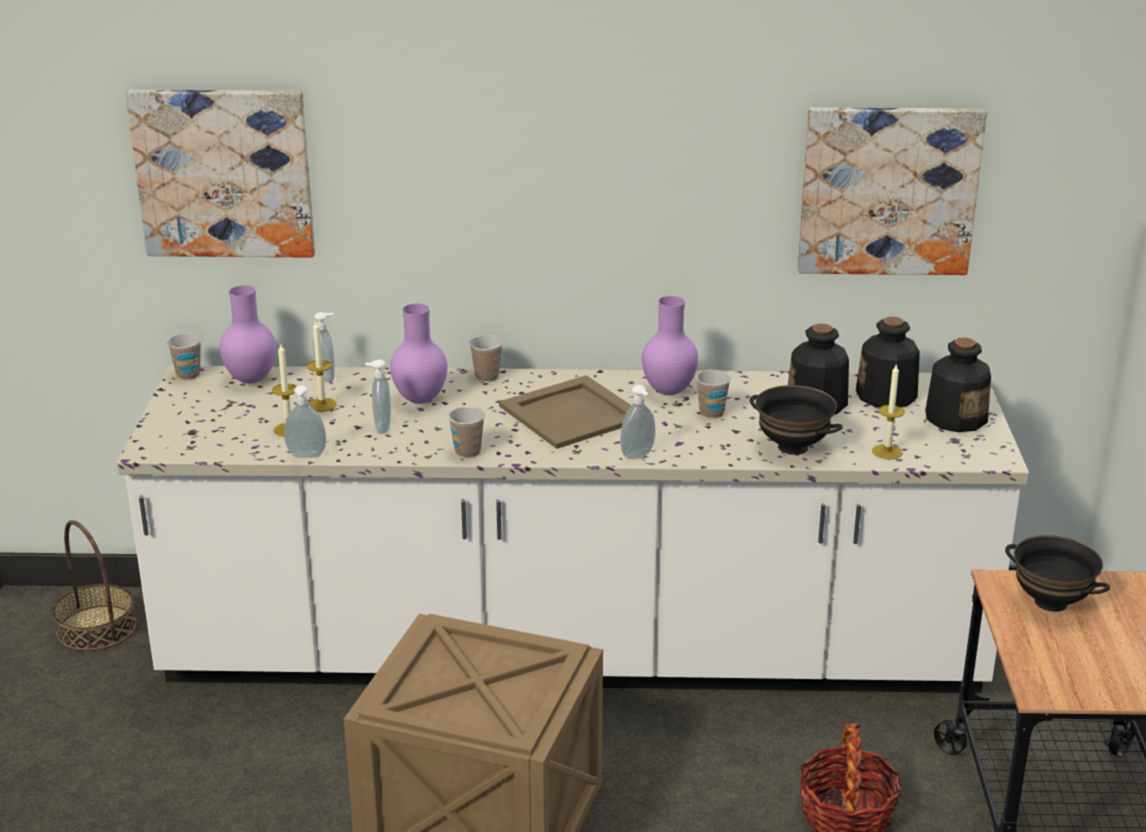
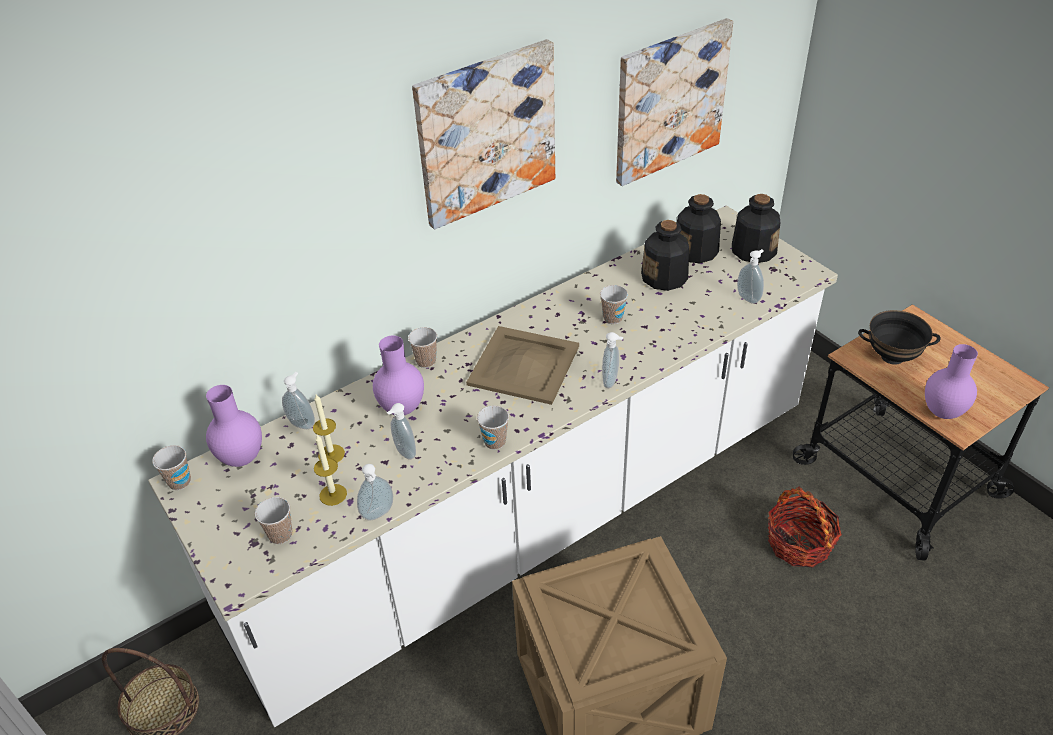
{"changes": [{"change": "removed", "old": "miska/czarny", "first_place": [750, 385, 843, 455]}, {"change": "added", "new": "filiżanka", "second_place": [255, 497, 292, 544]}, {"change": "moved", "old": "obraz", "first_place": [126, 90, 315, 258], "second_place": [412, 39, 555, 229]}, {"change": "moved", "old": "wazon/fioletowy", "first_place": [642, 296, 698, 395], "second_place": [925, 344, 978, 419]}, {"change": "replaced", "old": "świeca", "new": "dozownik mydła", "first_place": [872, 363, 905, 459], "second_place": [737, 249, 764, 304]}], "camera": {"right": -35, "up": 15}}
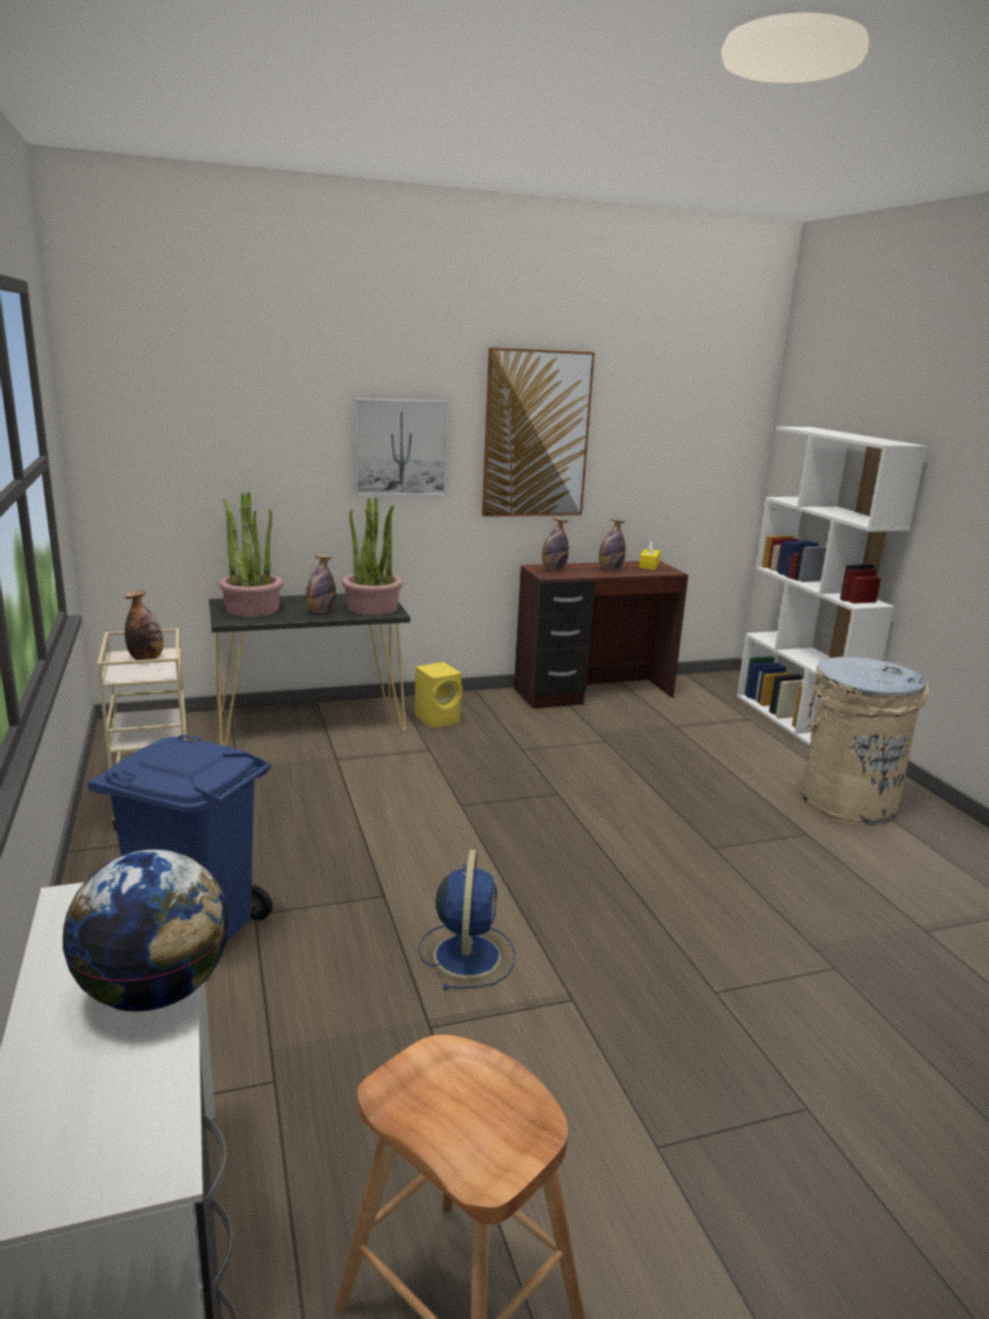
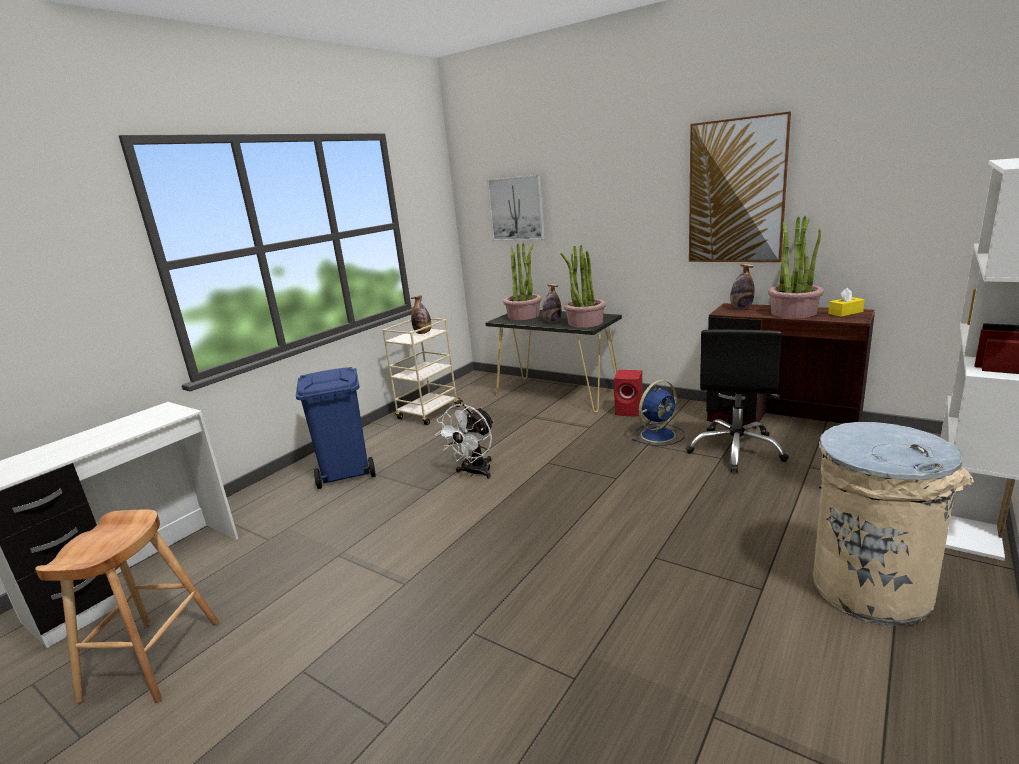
{"changes": [{"change": "removed", "old": "globus", "first_place": [62, 849, 230, 1012]}, {"change": "added", "new": "wentylator/biały", "second_place": [436, 404, 494, 479]}, {"change": "added", "new": "krzesło biurowe/czarny", "second_place": [686, 330, 789, 473]}, {"change": "moved", "old": "obraz", "first_place": [354, 398, 449, 496], "second_place": [487, 175, 545, 241]}, {"change": "moved", "old": "wentylator/niebieski", "first_place": [419, 850, 515, 990], "second_place": [632, 380, 685, 446]}, {"change": "replaced", "old": "butelka", "new": "roślina doniczkowa", "first_place": [599, 519, 626, 570], "second_place": [768, 216, 824, 318]}, {"change": "recoloured", "old": "głośnik/żółty", "new": "głośnik/czerwony", "first_place": [415, 662, 462, 728], "second_place": [614, 370, 643, 416]}], "camera": {"right": 55, "up": 0}}
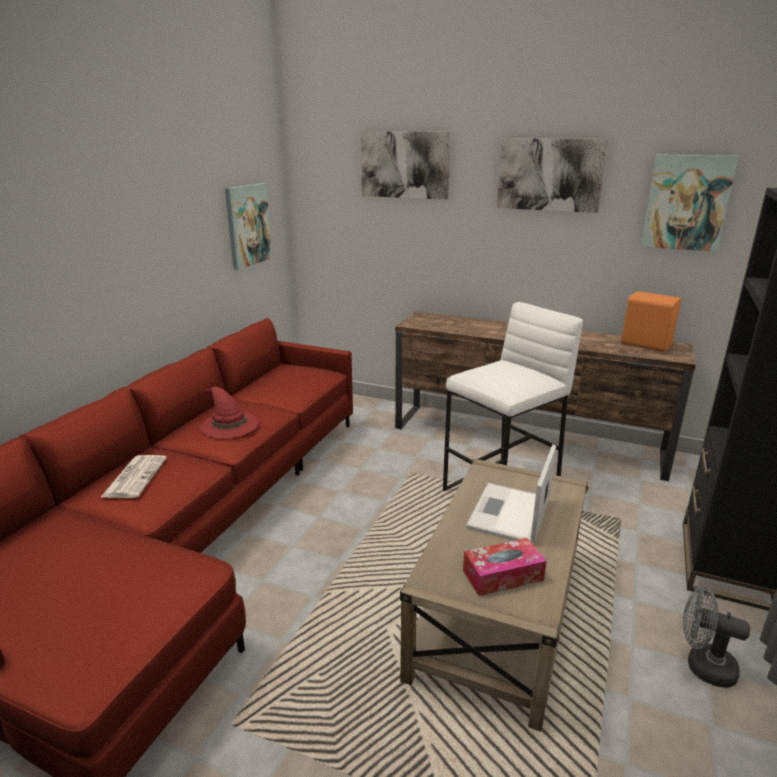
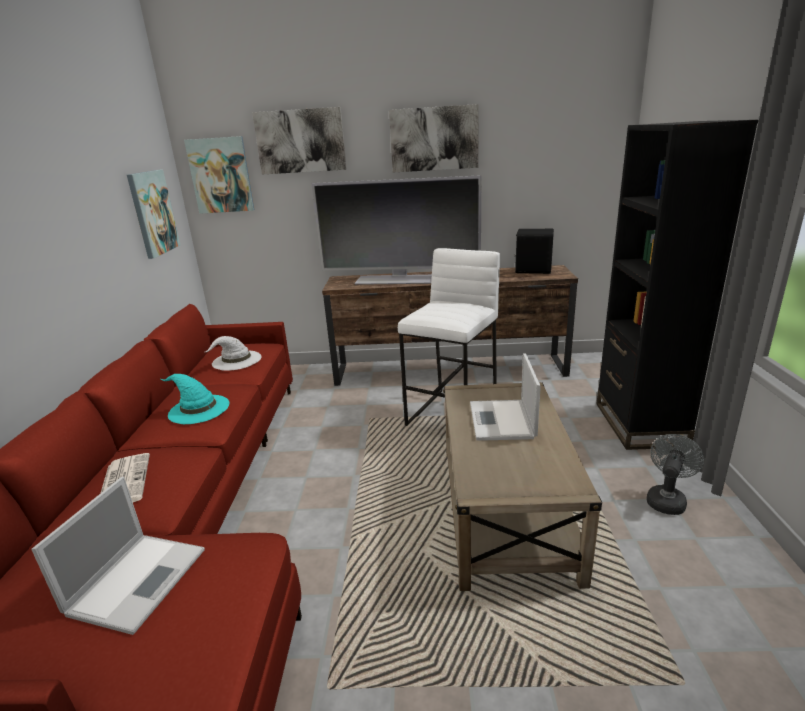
{"changes": [{"change": "removed", "old": "pudełko chusteczek", "first_place": [463, 538, 547, 596]}, {"change": "added", "new": "laptop", "second_place": [31, 477, 205, 635]}, {"change": "added", "new": "kapelusz/biały", "second_place": [205, 336, 262, 371]}, {"change": "added", "new": "telewizor", "second_place": [311, 175, 481, 285]}, {"change": "moved", "old": "obraz", "first_place": [640, 154, 739, 252], "second_place": [184, 136, 255, 214]}, {"change": "recoloured", "old": "kapelusz/czerwony", "new": "kapelusz/turkusowy", "first_place": [200, 387, 259, 438], "second_place": [161, 374, 229, 424]}, {"change": "recoloured", "old": "głośnik/pomarańczowy", "new": "głośnik/czarny", "first_place": [621, 291, 681, 352], "second_place": [514, 229, 554, 274]}, {"change": "turned", "old": "wentylator/szary", "first_place": [683, 586, 750, 688], "second_place": [646, 434, 704, 515], "degrees": 120}], "camera": {"right": -20, "up": 0}}
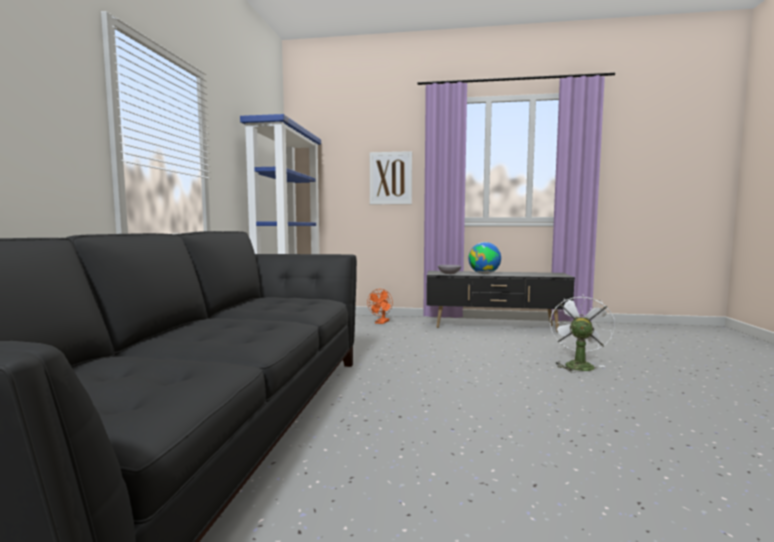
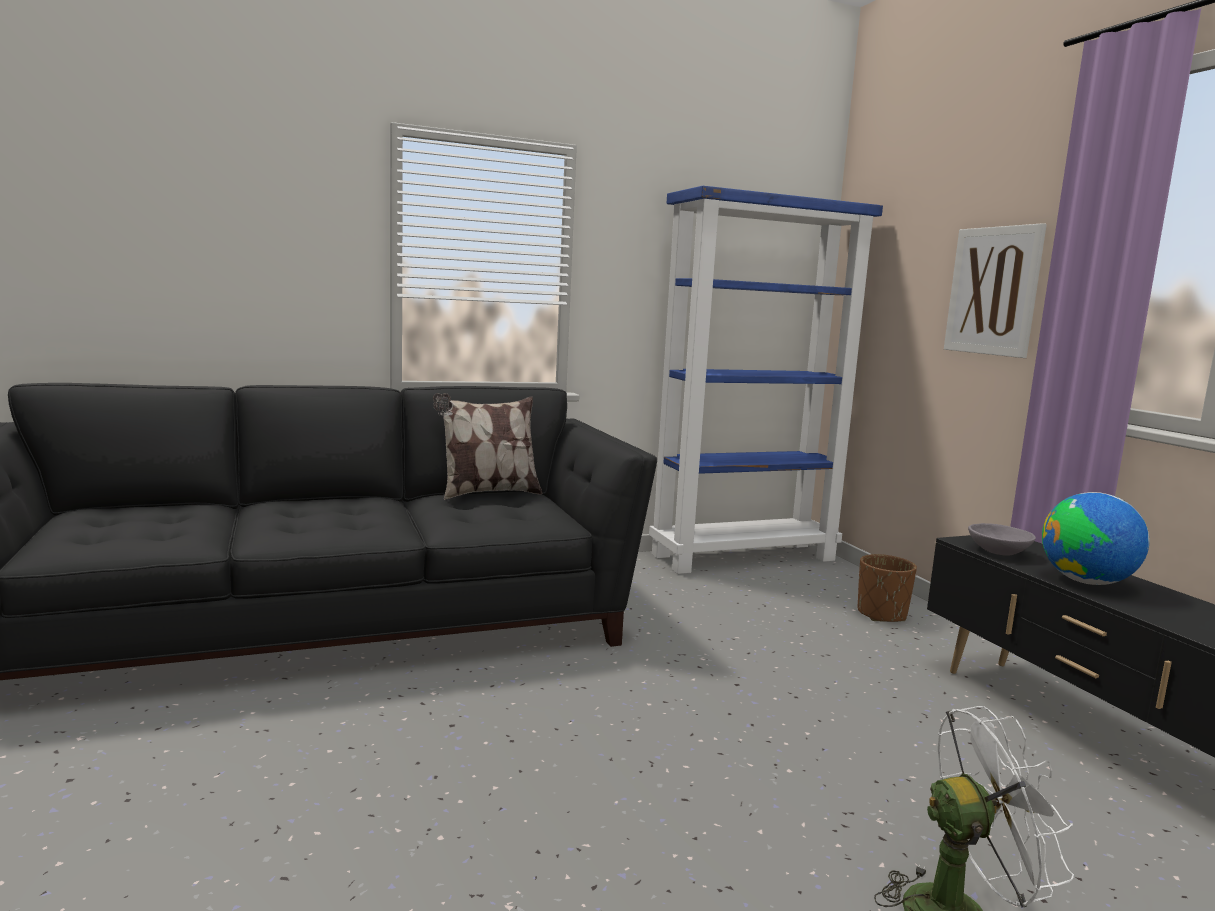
{"changes": [{"change": "added", "new": "poduszka", "second_place": [433, 393, 542, 500]}, {"change": "replaced", "old": "wentylator/pomarańczowy", "new": "donica/brązowy", "first_place": [367, 289, 393, 324], "second_place": [858, 554, 917, 622]}], "camera": {"right": 60, "up": 5}}
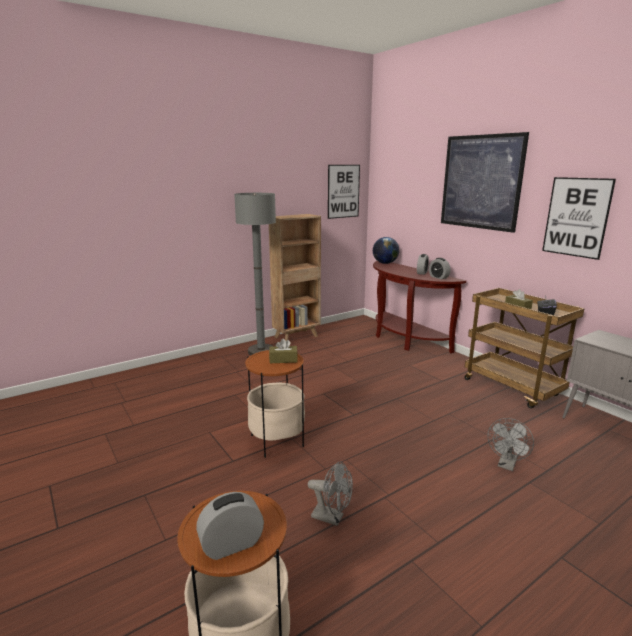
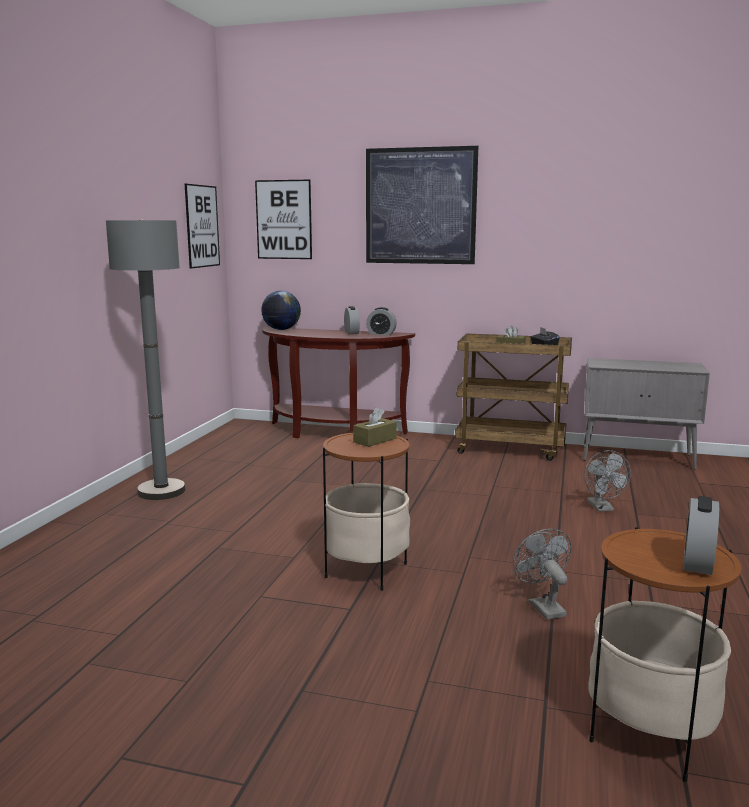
{"changes": [{"change": "removed", "old": "regał/brązowy", "first_place": [269, 214, 321, 341]}, {"change": "moved", "old": "obraz", "first_place": [542, 177, 616, 260], "second_place": [255, 180, 312, 259]}, {"change": "turned", "old": "wentylator/szary", "first_place": [308, 461, 353, 526], "second_place": [513, 529, 572, 620], "degrees": -90}], "camera": {"right": -40, "up": -5}}
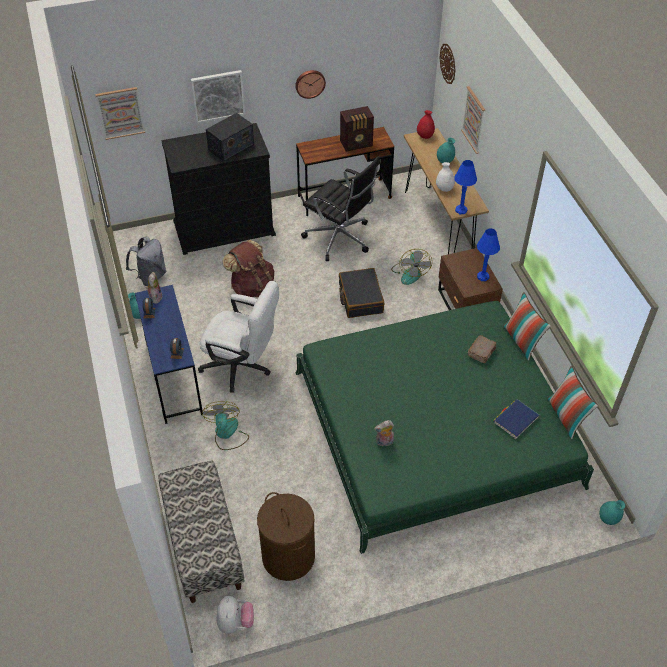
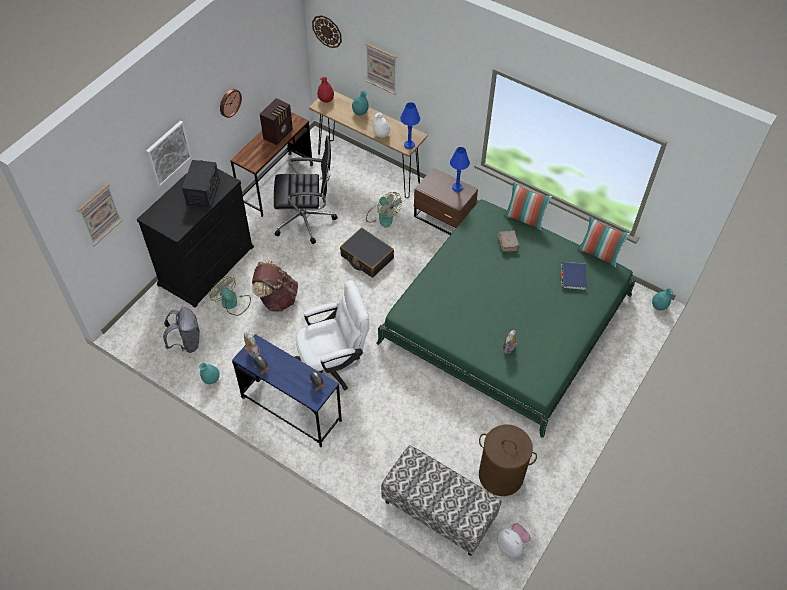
{"changes": [{"change": "moved", "old": "wentylator", "first_place": [202, 401, 249, 450], "second_place": [209, 276, 251, 316]}], "camera": {"right": -40, "up": 5}}
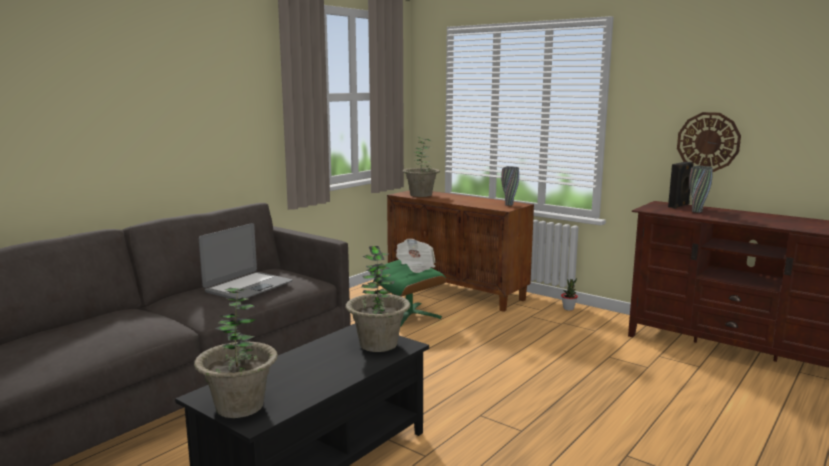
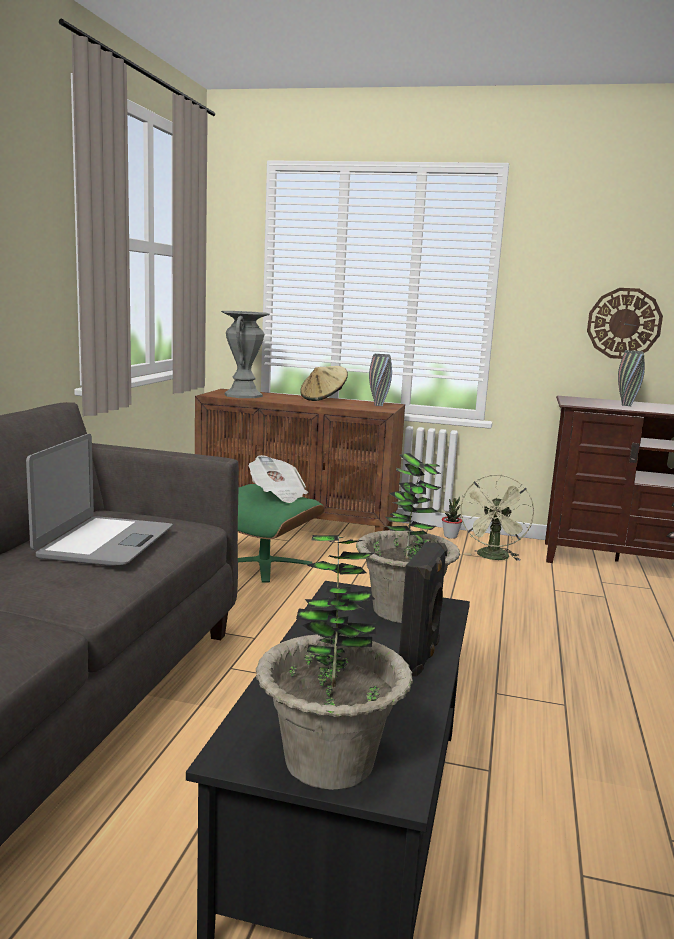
{"changes": [{"change": "added", "new": "kapelusz/beżowy", "second_place": [300, 366, 348, 401]}, {"change": "added", "new": "wentylator/zielony", "second_place": [460, 474, 534, 561]}, {"change": "moved", "old": "głośnik/czarny", "first_place": [668, 162, 693, 209], "second_place": [399, 542, 448, 677]}, {"change": "replaced", "old": "roślina doniczkowa", "new": "wazon/szary", "first_place": [403, 137, 440, 197], "second_place": [221, 311, 270, 398]}], "camera": {"right": -25, "up": 0}}
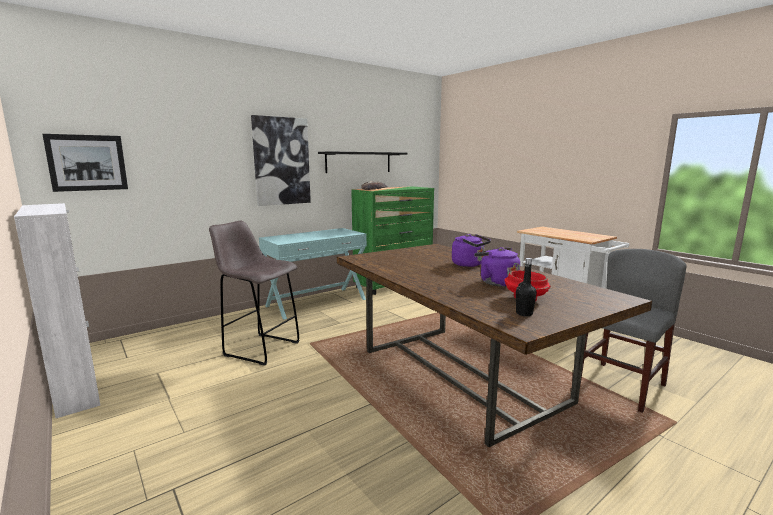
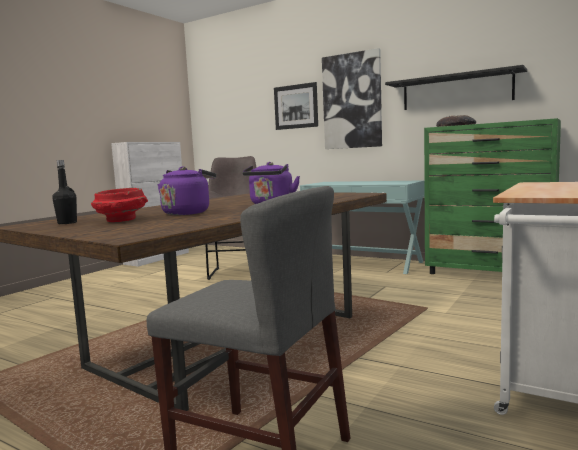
{"changes": [{"change": "moved", "old": "obraz", "first_place": [42, 134, 128, 192], "second_place": [274, 82, 318, 130]}], "camera": {"right": 70, "up": -5}}
